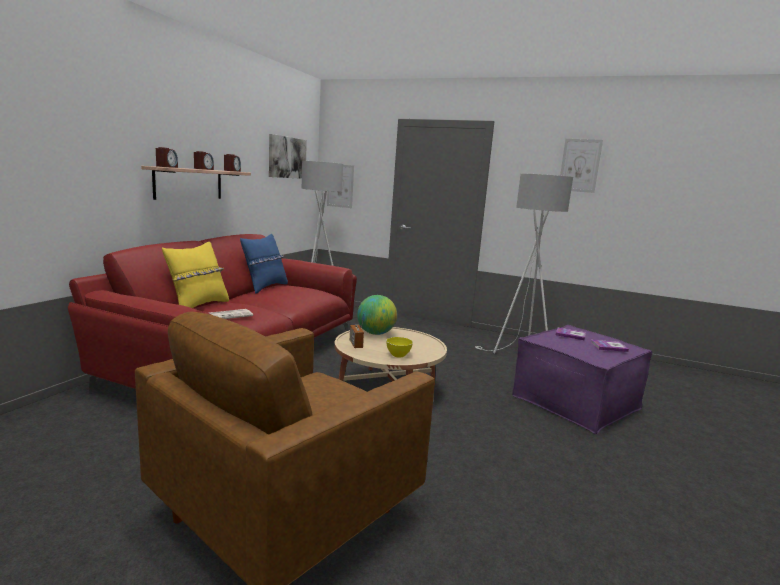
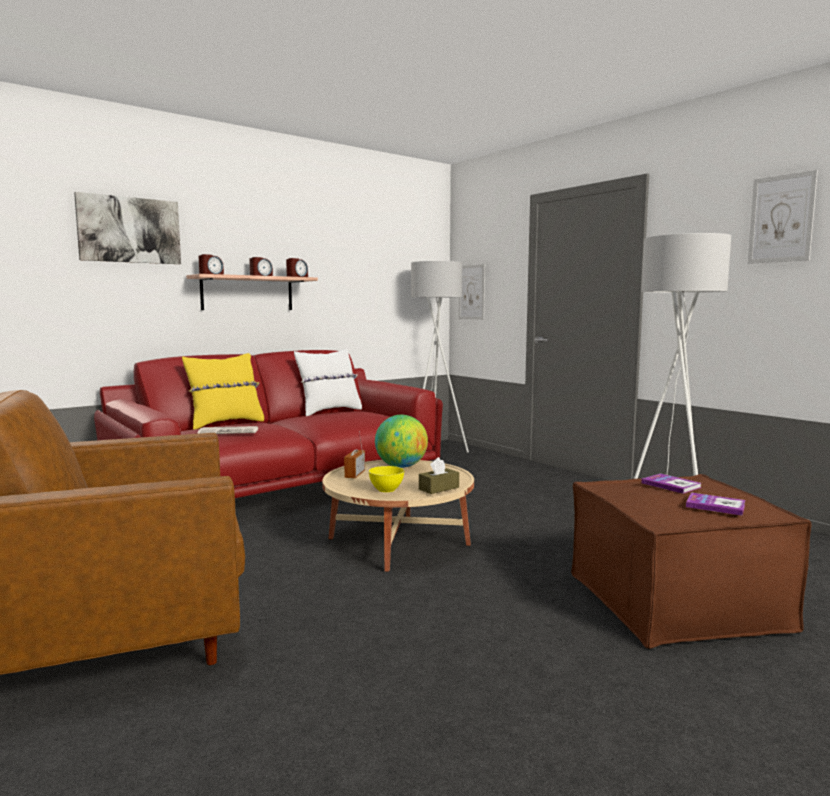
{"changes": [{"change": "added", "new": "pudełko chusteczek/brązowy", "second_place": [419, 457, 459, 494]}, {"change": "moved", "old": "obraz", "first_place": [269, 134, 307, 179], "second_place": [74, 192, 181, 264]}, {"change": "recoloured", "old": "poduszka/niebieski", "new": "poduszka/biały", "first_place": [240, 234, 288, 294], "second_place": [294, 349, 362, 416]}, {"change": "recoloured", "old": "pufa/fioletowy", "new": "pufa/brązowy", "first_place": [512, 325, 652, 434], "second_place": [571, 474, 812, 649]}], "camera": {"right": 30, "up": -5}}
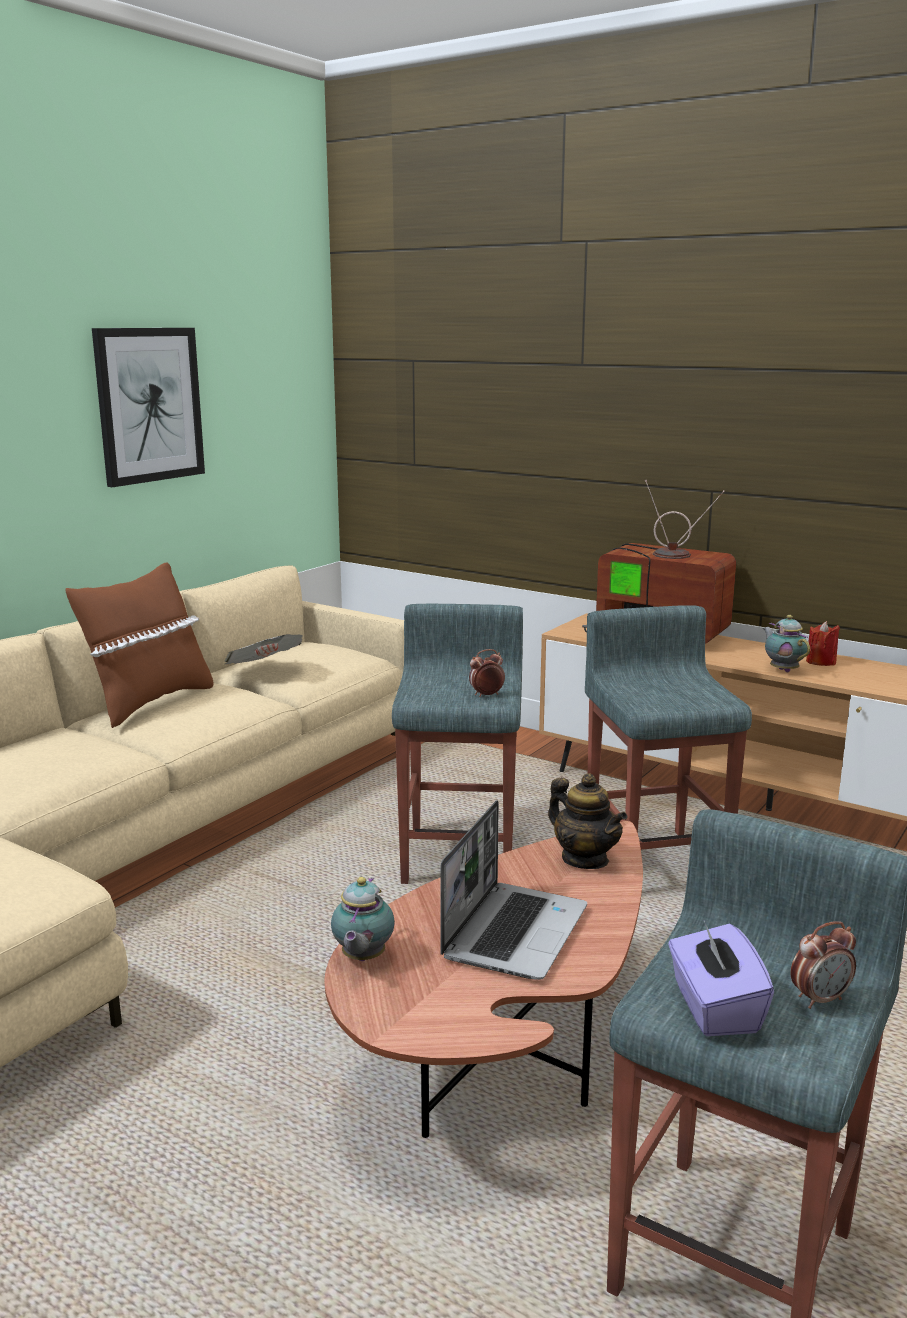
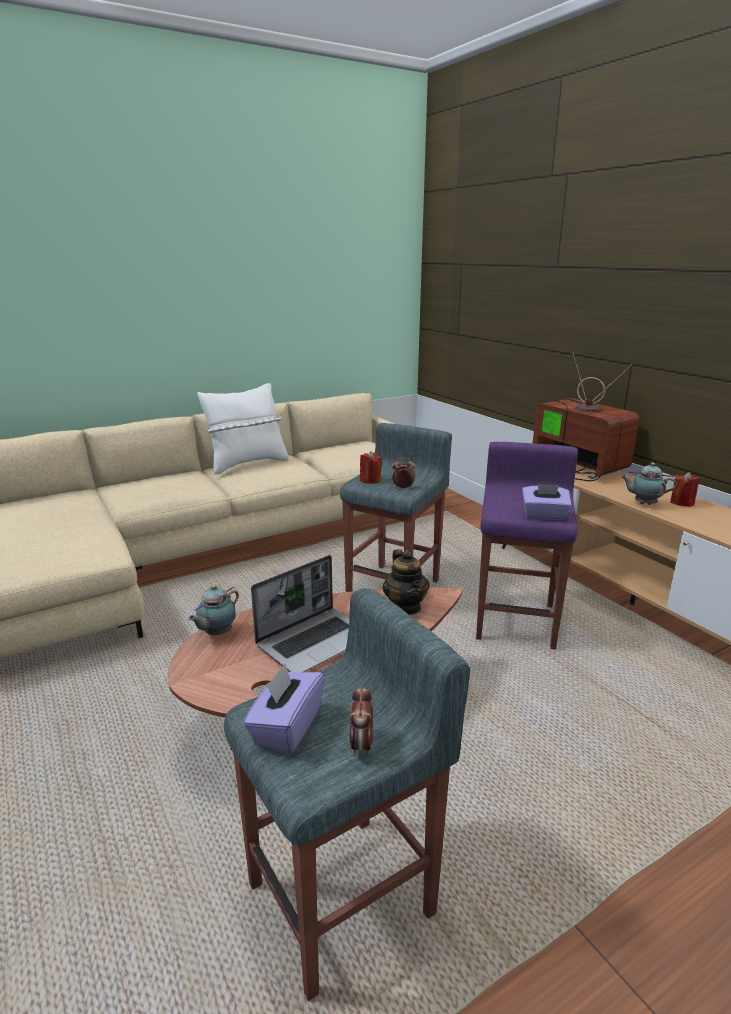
{"changes": [{"change": "removed", "old": "obraz", "first_place": [92, 328, 205, 487]}, {"change": "removed", "old": "gazeta", "first_place": [224, 634, 303, 664]}, {"change": "added", "new": "świeca/czerwony", "second_place": [360, 451, 382, 484]}, {"change": "added", "new": "pudełko chusteczek/fioletowy", "second_place": [522, 483, 572, 520]}, {"change": "recoloured", "old": "poduszka/brązowy", "new": "poduszka/biały", "first_place": [66, 562, 214, 728], "second_place": [197, 383, 288, 475]}, {"change": "recoloured", "old": "stołek/szary", "new": "stołek/fioletowy", "first_place": [585, 605, 752, 850], "second_place": [476, 442, 578, 650]}, {"change": "turned", "old": "imbryk", "first_place": [763, 615, 810, 672], "second_place": [621, 463, 677, 505], "degrees": -75}, {"change": "turned", "old": "budzik", "first_place": [791, 921, 856, 1009], "second_place": [350, 685, 373, 756], "degrees": 90}], "camera": {"right": 25, "up": 5}}
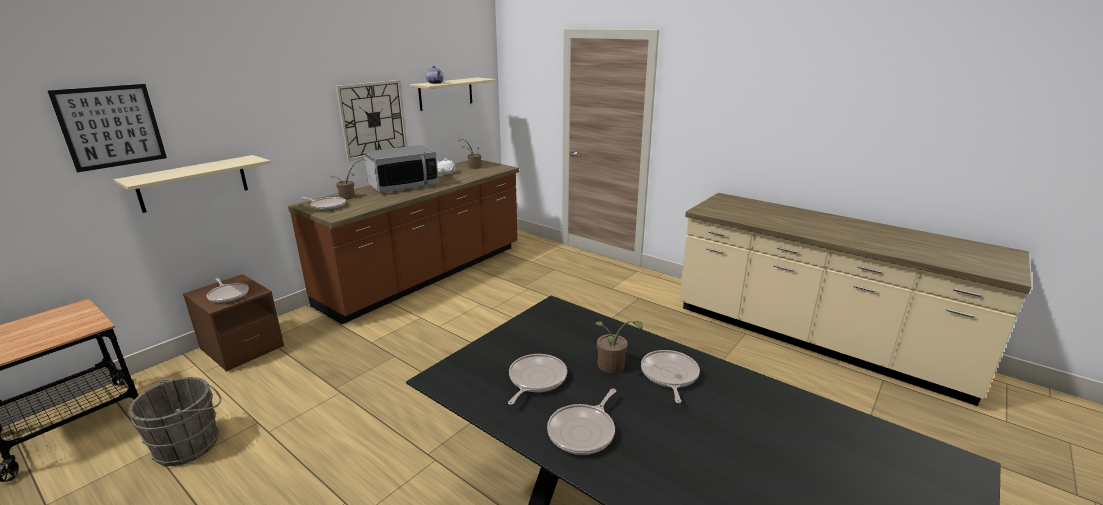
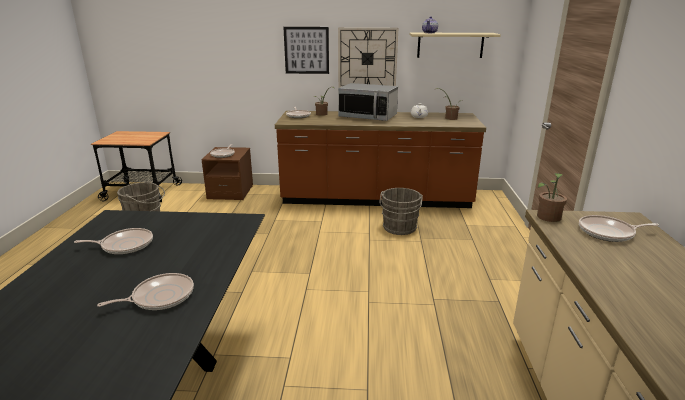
{"changes": [{"change": "removed", "old": "półka/beżowy", "first_place": [114, 155, 271, 213]}, {"change": "added", "new": "wiadro/szary", "second_place": [380, 188, 423, 235]}, {"change": "moved", "old": "obraz", "first_place": [48, 84, 167, 172], "second_place": [283, 27, 329, 74]}, {"change": "moved", "old": "patelnia", "first_place": [547, 389, 616, 455], "second_place": [579, 215, 659, 242]}, {"change": "moved", "old": "roślina doniczkowa", "first_place": [596, 321, 643, 373], "second_place": [537, 173, 567, 222]}], "camera": {"right": 55, "up": 0}}
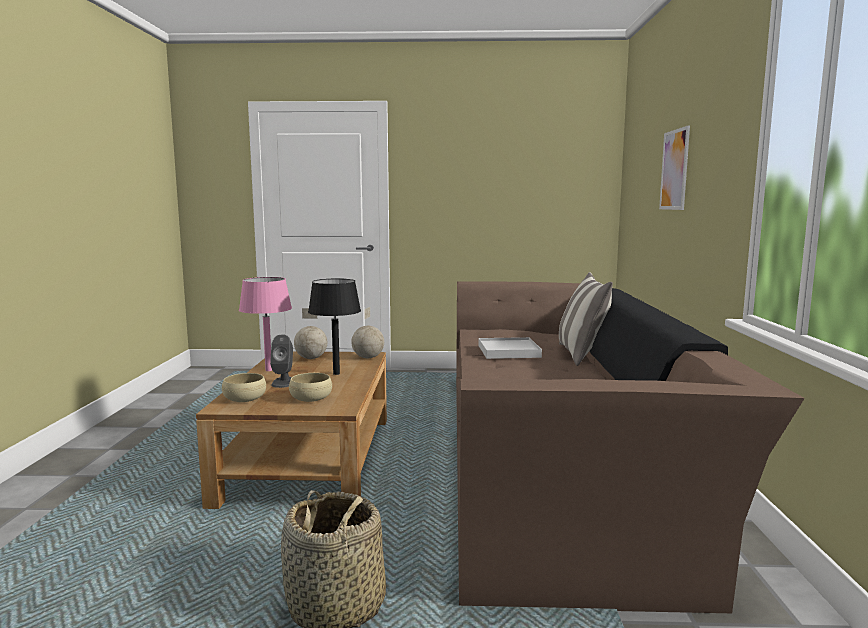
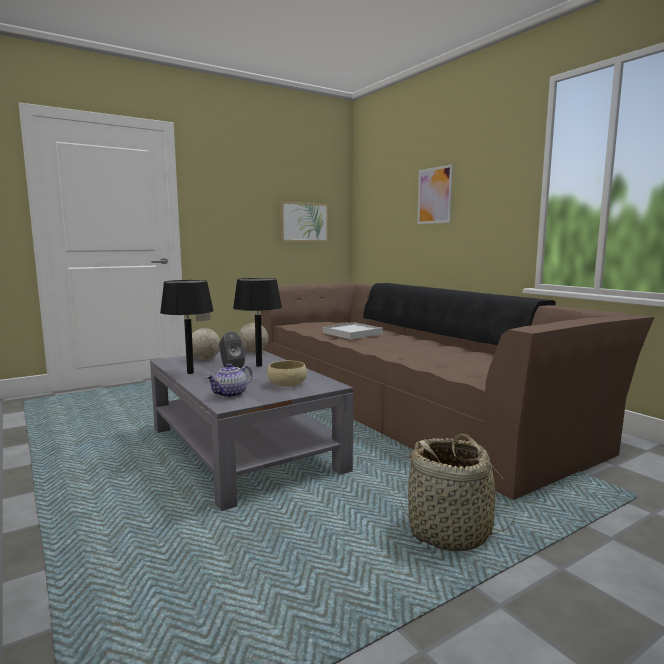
{"changes": [{"change": "removed", "old": "poduszka", "first_place": [559, 272, 613, 366]}, {"change": "added", "new": "obraz", "second_place": [279, 201, 328, 242]}, {"change": "replaced", "old": "miska/beżowy", "new": "imbryk", "first_place": [222, 373, 266, 402], "second_place": [206, 363, 252, 398]}, {"change": "recoloured", "old": "ława/brązowy", "new": "ława/szary", "first_place": [196, 351, 387, 509], "second_place": [150, 349, 353, 511]}, {"change": "recoloured", "old": "lampa stołowa/różowy", "new": "lampa stołowa/czarny", "first_place": [239, 277, 292, 371], "second_place": [160, 280, 214, 374]}], "camera": {"right": -35, "up": 0}}
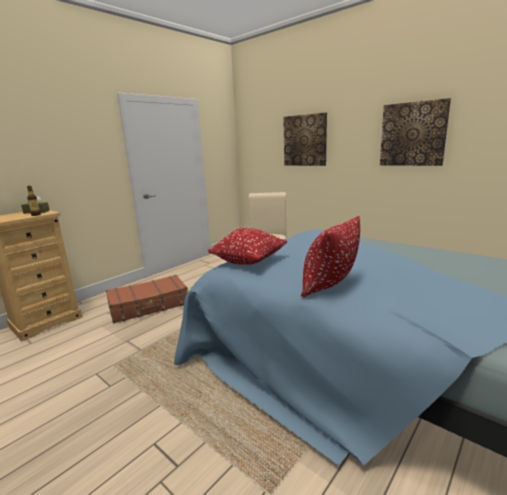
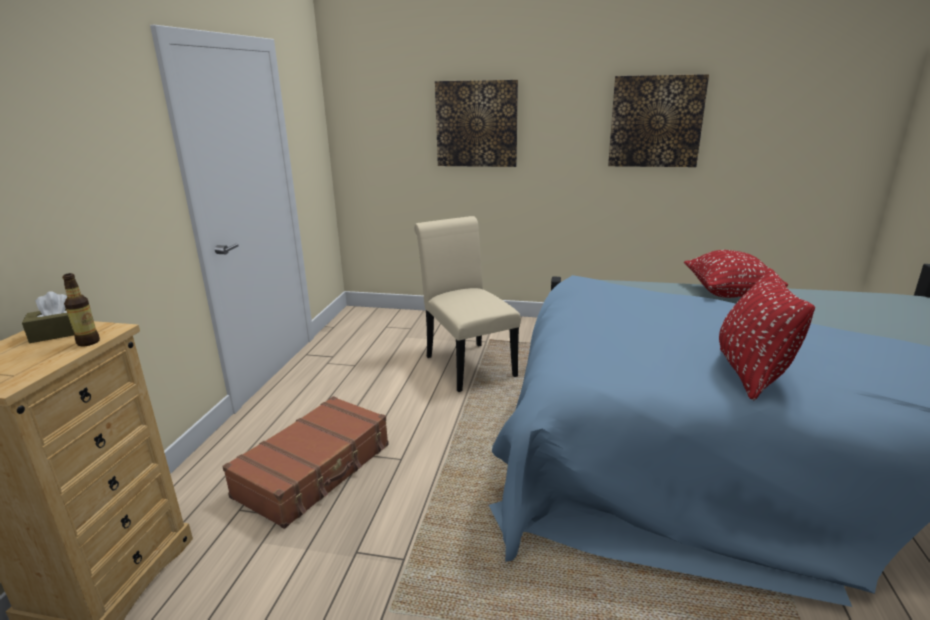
{"changes": [{"change": "moved", "old": "poduszka/czerwony", "first_place": [208, 228, 287, 265], "second_place": [684, 250, 788, 298]}], "camera": {"right": -30, "up": 5}}
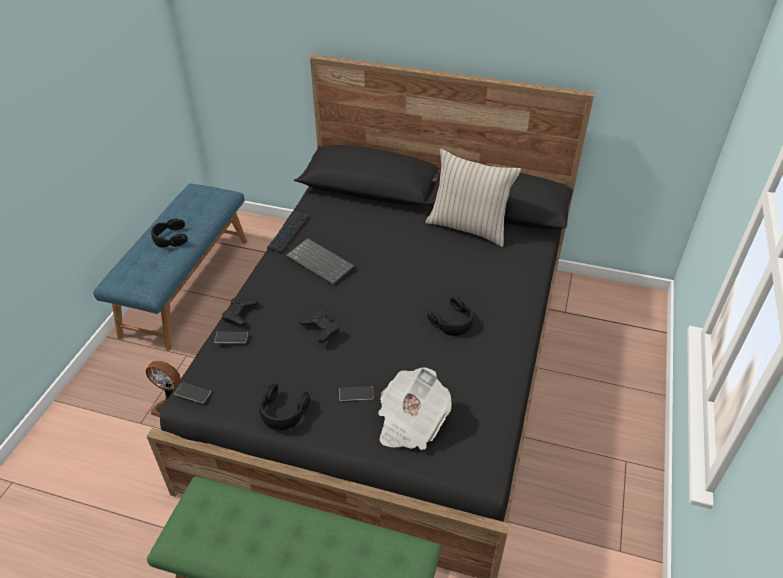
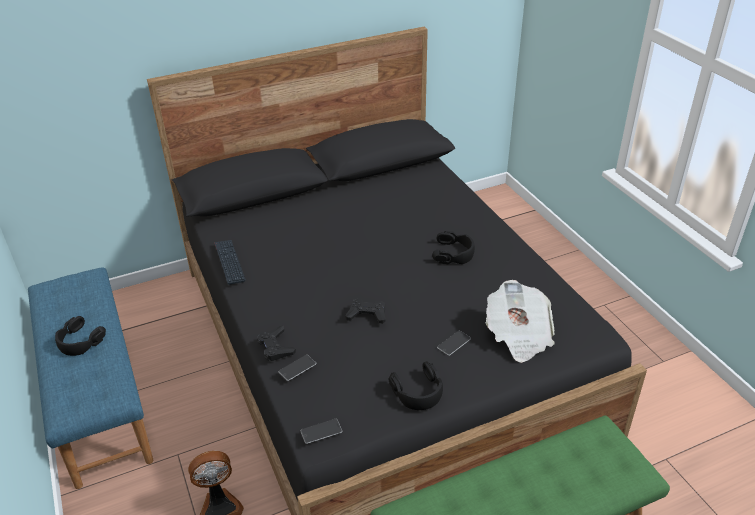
{"changes": [{"change": "removed", "old": "klawiatura", "first_place": [286, 238, 355, 285]}, {"change": "removed", "old": "poduszka/beżowy", "first_place": [426, 149, 521, 247]}], "camera": {"right": -40, "up": -5}}
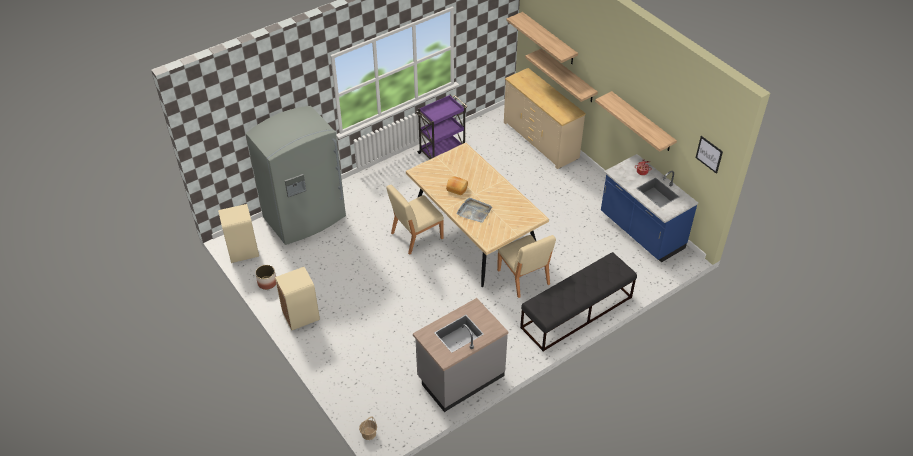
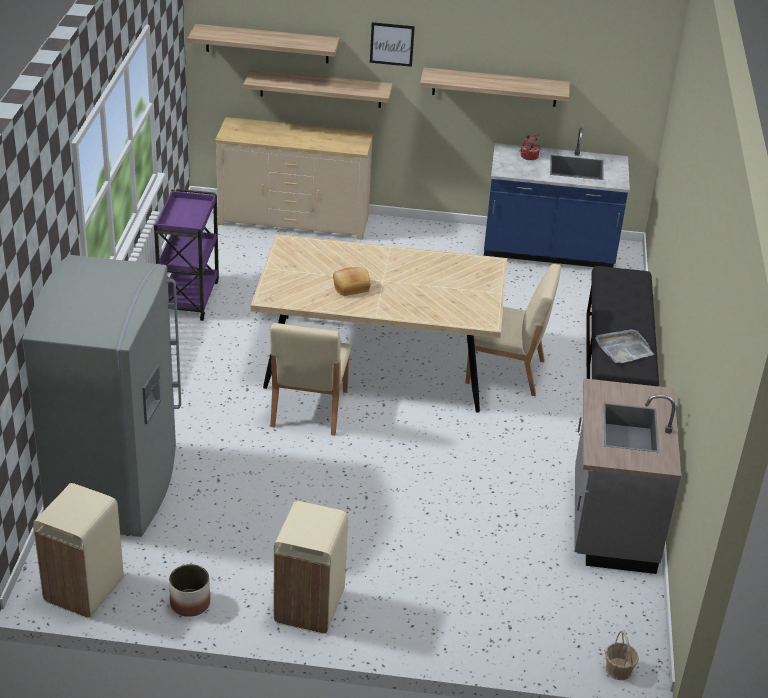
{"changes": [{"change": "moved", "old": "taca/szary", "first_place": [456, 198, 492, 223], "second_place": [595, 329, 654, 363]}, {"change": "moved", "old": "obraz", "first_place": [696, 136, 723, 174], "second_place": [370, 22, 415, 67]}], "camera": {"right": -50, "up": -10}}
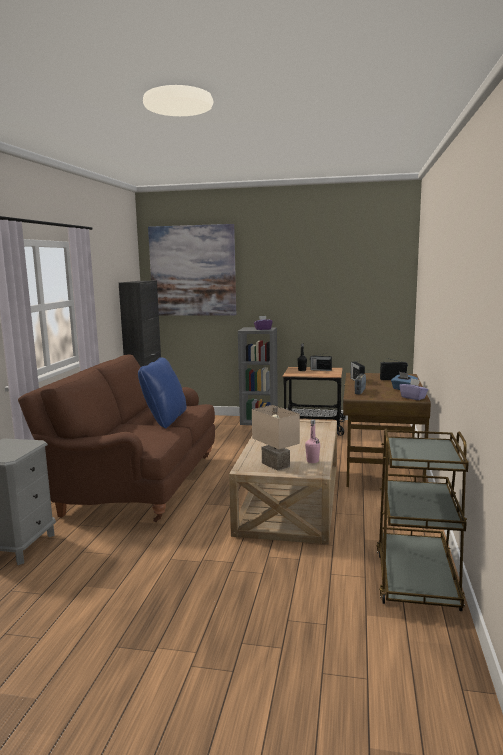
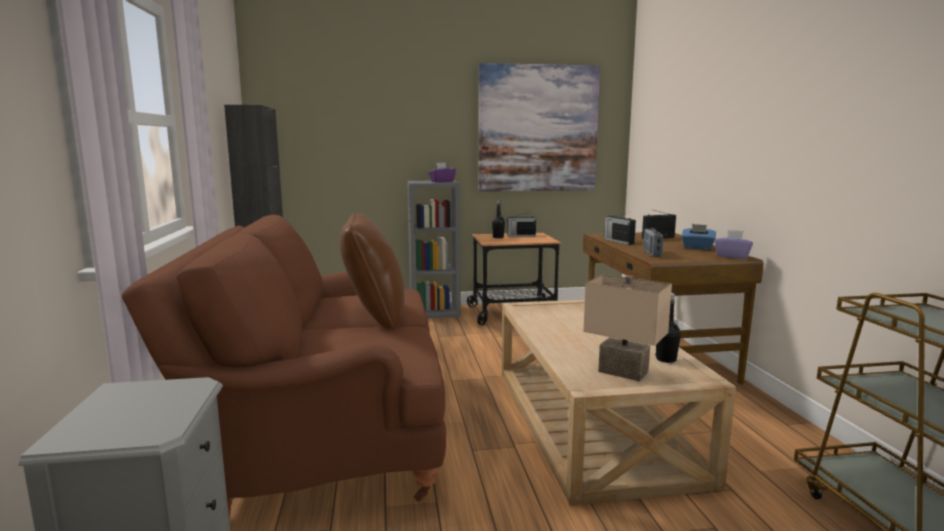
{"changes": [{"change": "moved", "old": "obraz", "first_place": [148, 224, 236, 316], "second_place": [479, 63, 600, 192]}, {"change": "recoloured", "old": "poduszka/niebieski", "new": "poduszka/brązowy", "first_place": [138, 357, 187, 429], "second_place": [340, 213, 405, 331]}, {"change": "recoloured", "old": "butelka/różowy", "new": "butelka/czarny", "first_place": [305, 419, 320, 463], "second_place": [655, 293, 681, 363]}], "camera": {"right": -20, "up": 0}}
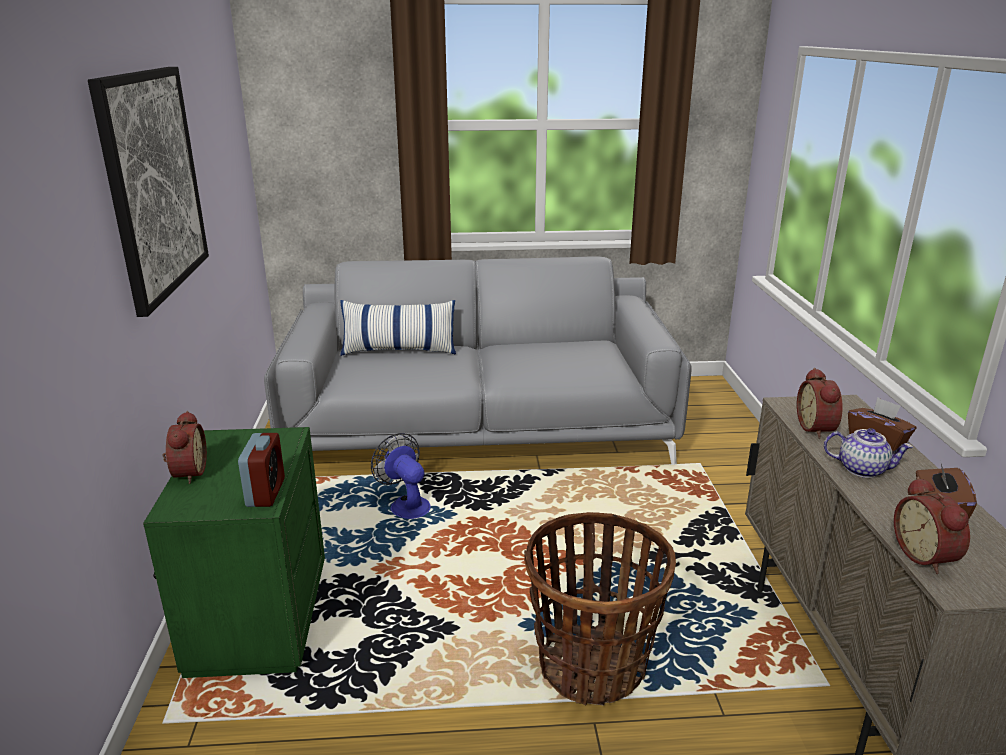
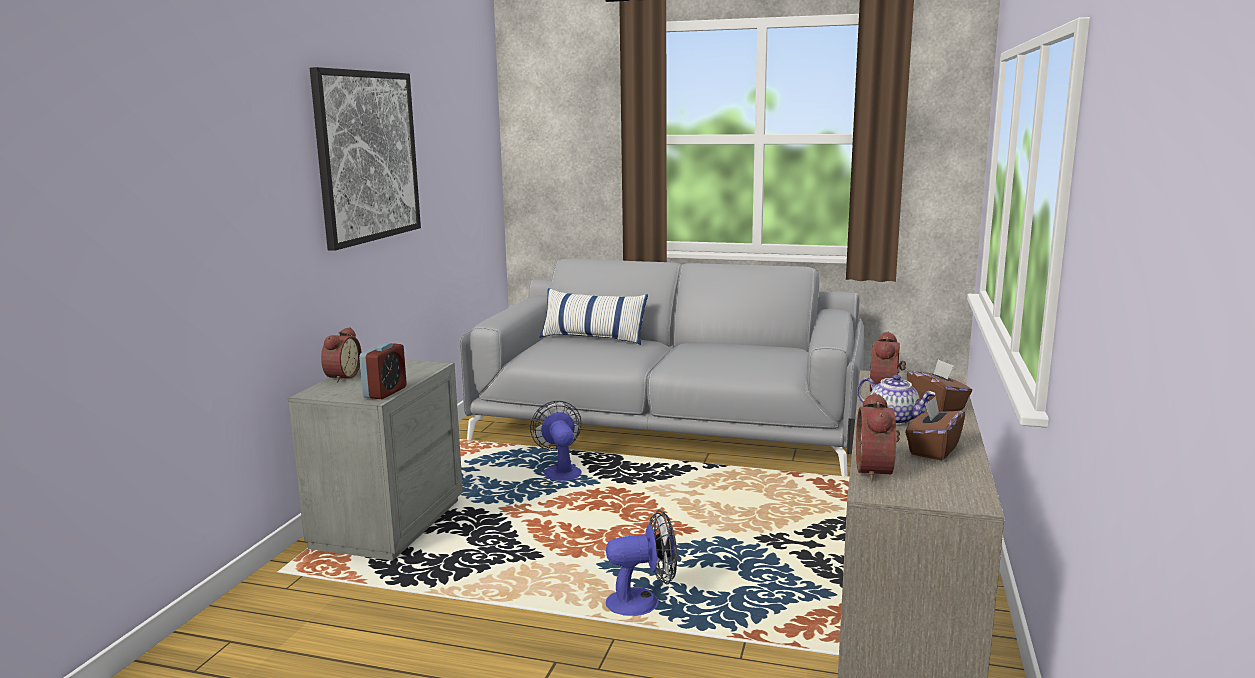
{"changes": [{"change": "replaced", "old": "koszyk", "new": "wentylator", "first_place": [524, 512, 676, 705], "second_place": [606, 510, 677, 616]}, {"change": "recoloured", "old": "szafka nocna/zielony", "new": "szafka nocna/szary", "first_place": [143, 427, 325, 678], "second_place": [288, 360, 463, 561]}], "camera": {"right": 20, "up": -10}}
